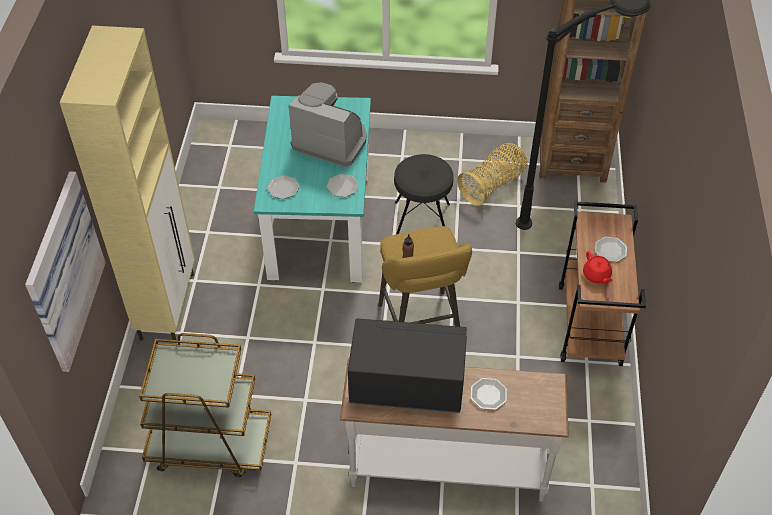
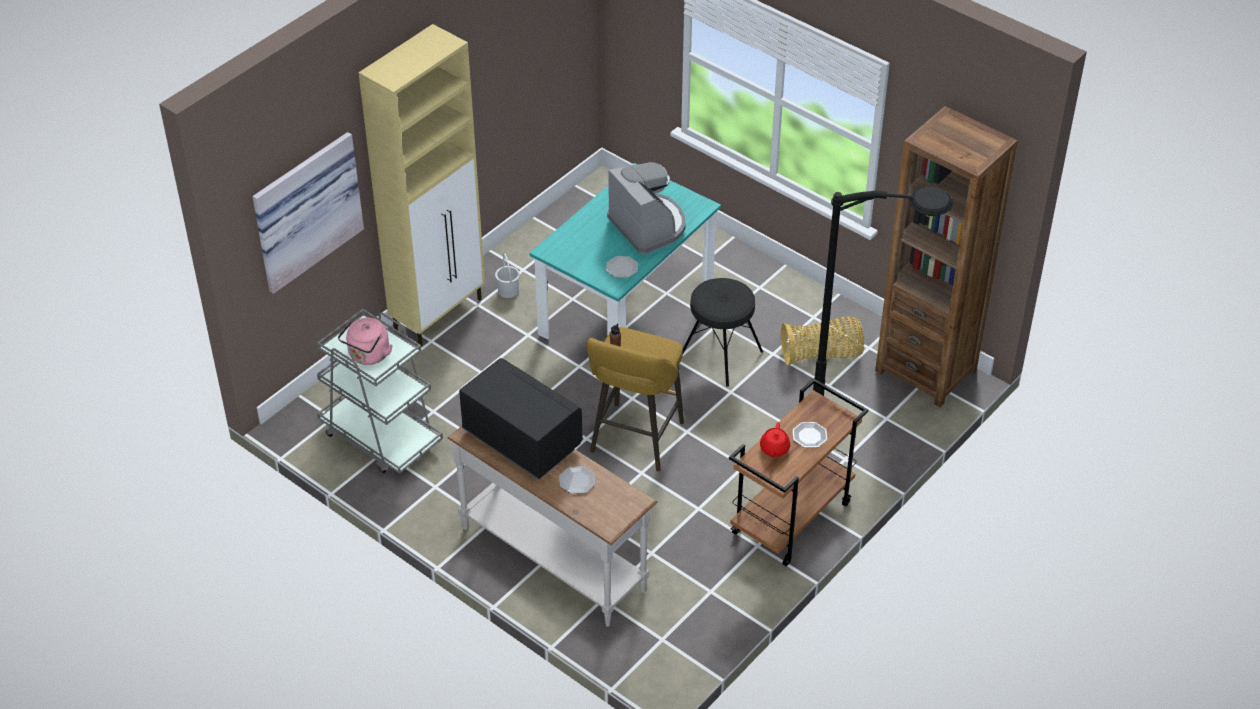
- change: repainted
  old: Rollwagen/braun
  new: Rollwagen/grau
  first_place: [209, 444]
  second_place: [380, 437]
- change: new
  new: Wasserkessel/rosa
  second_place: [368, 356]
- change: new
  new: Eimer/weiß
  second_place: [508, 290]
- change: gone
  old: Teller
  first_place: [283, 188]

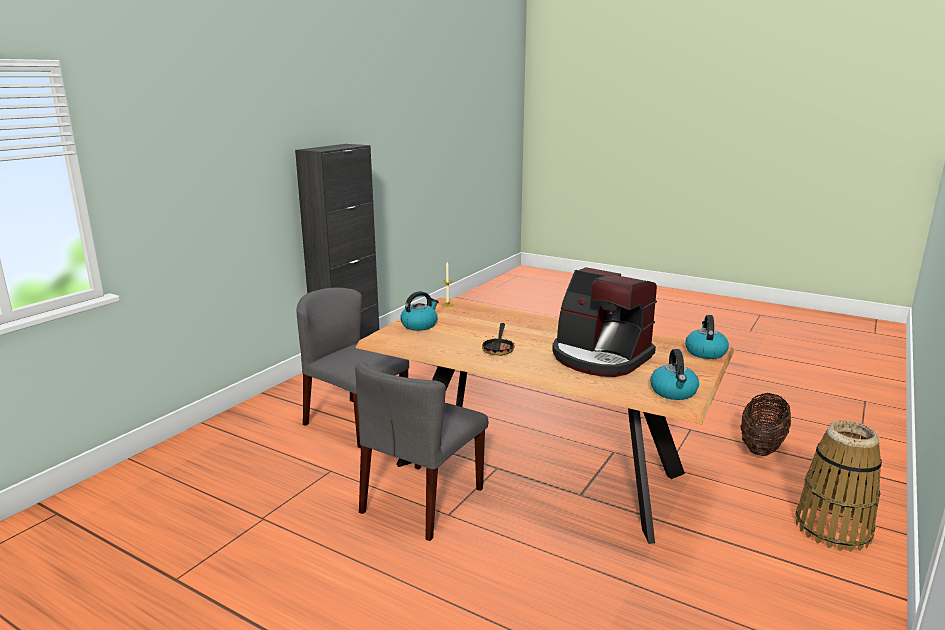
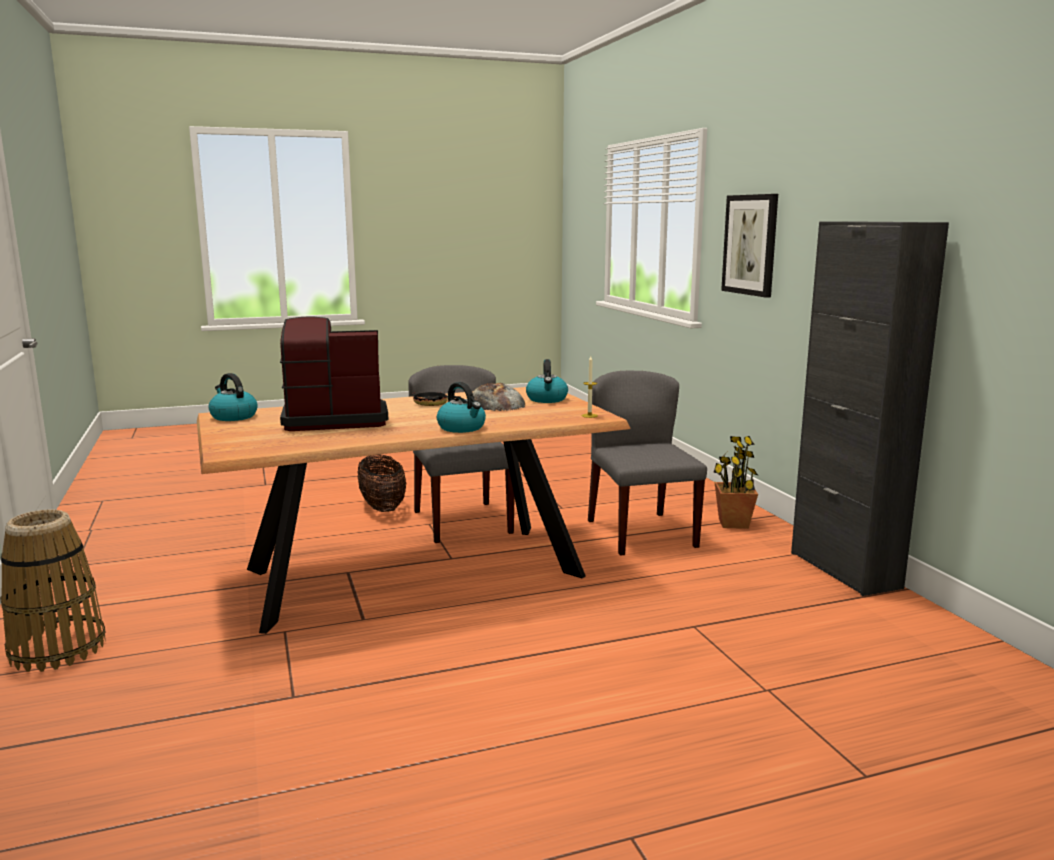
- change: shifted
  old: Korb
  first_place: [761, 447]
  second_place: [382, 507]
- change: shifted
  old: Wasserkessel
  first_place: [705, 352]
  second_place: [462, 428]
- change: new
  new: Brot
  second_place: [495, 403]
- change: rotated
  old: Stuhl/grau
  first_place: [355, 422]
  second_place: [640, 533]
  degrees: -90
- change: new
  new: Topfpflanze
  second_place: [733, 524]
- change: new
  new: Bild
  second_place: [750, 245]

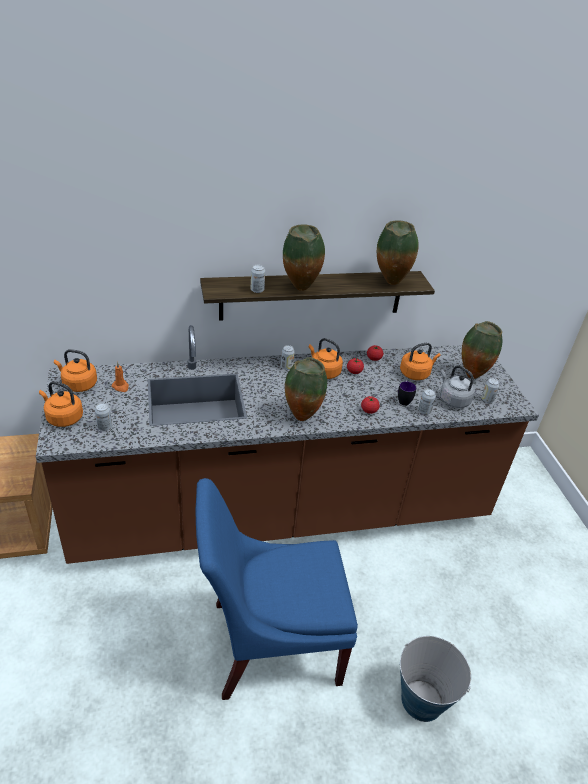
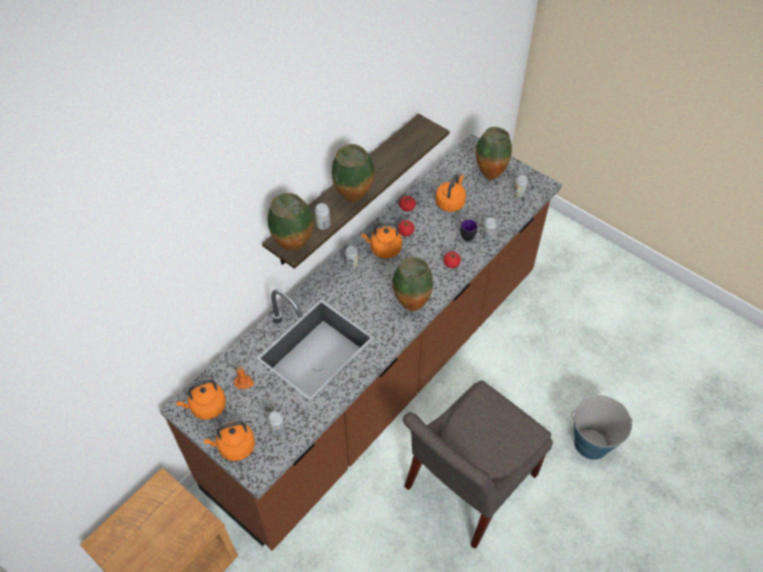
- change: shifted
  old: Vase
  first_place: [391, 283]
  second_place: [295, 249]
- change: repainted
  old: Stuhl/blau
  new: Stuhl/grau
  first_place: [268, 642]
  second_place: [466, 484]
- change: gone
  old: Wasserkessel/grau
  first_place: [452, 400]

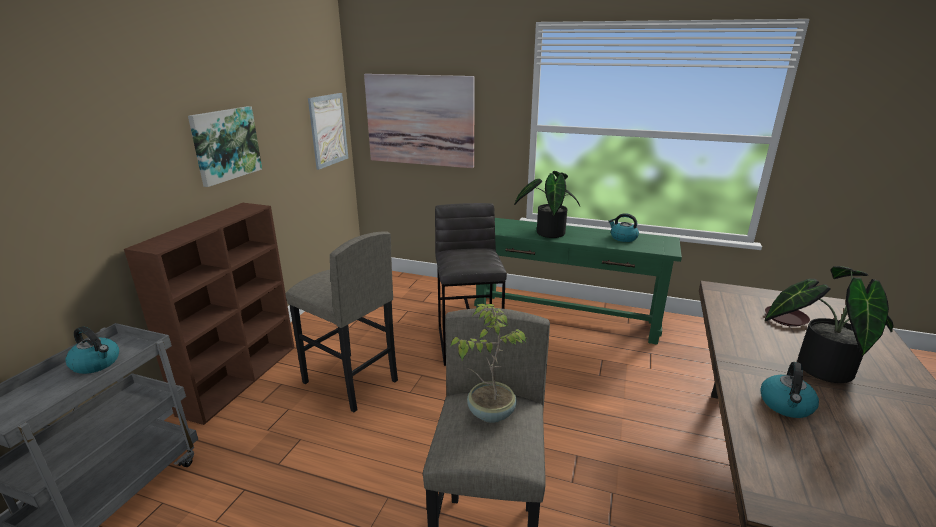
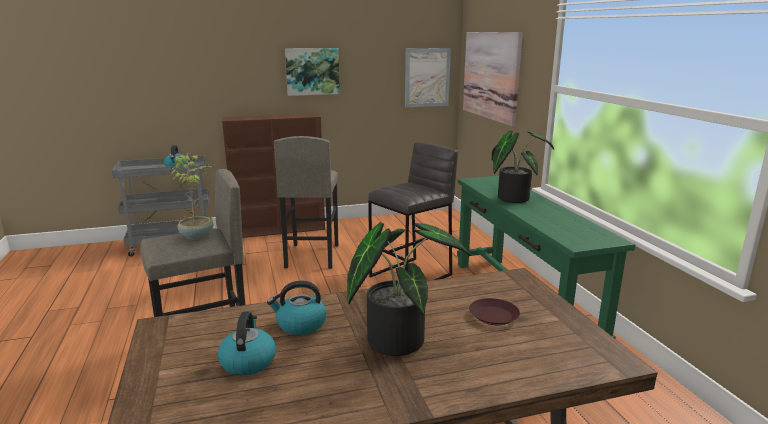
- change: shifted
  old: Wasserkessel
  first_place: [623, 238]
  second_place: [248, 361]

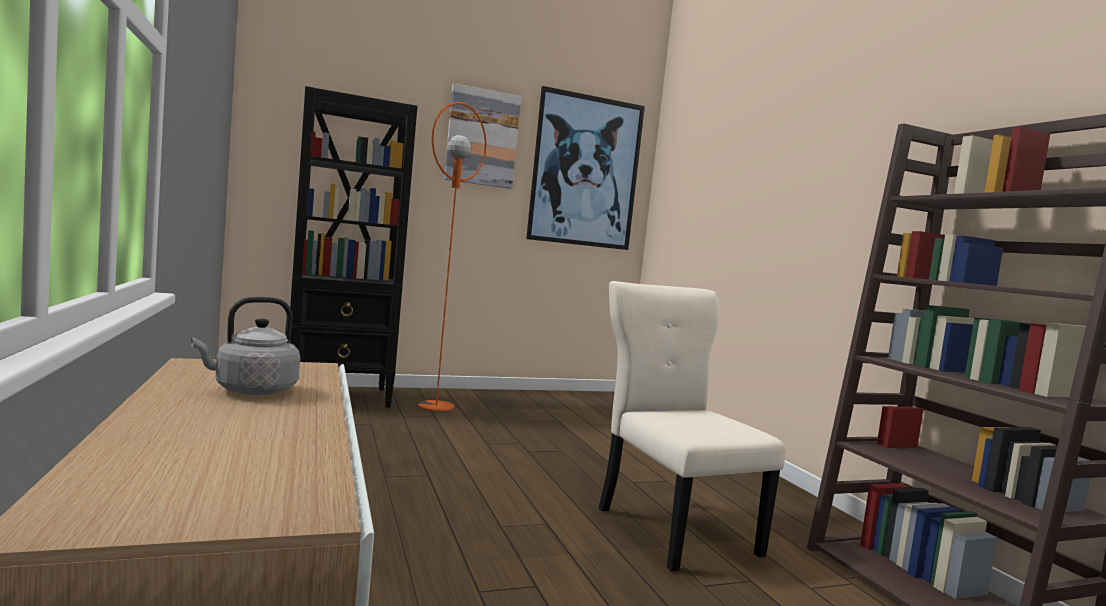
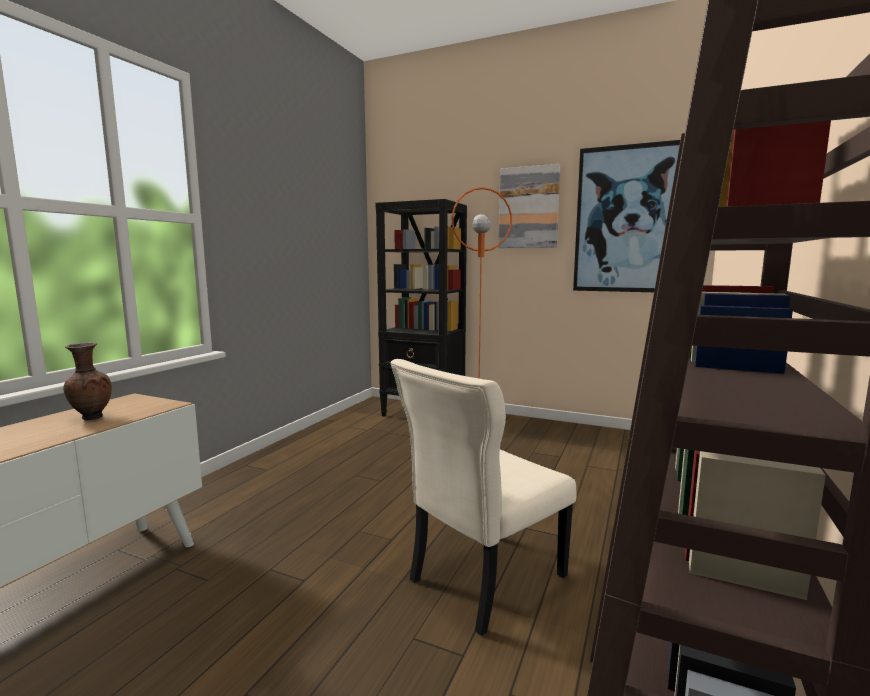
- change: swapped
  old: Wasserkessel/grau
  new: Vase/braun
  first_place: [251, 391]
  second_place: [91, 418]
- change: rotated
  old: Stuhl/beige
  first_place: [673, 528]
  second_place: [482, 580]
  degrees: -150

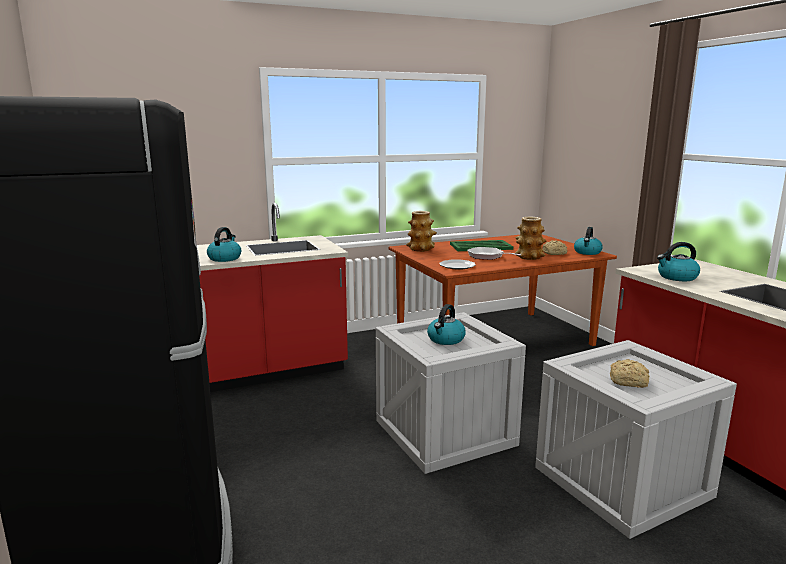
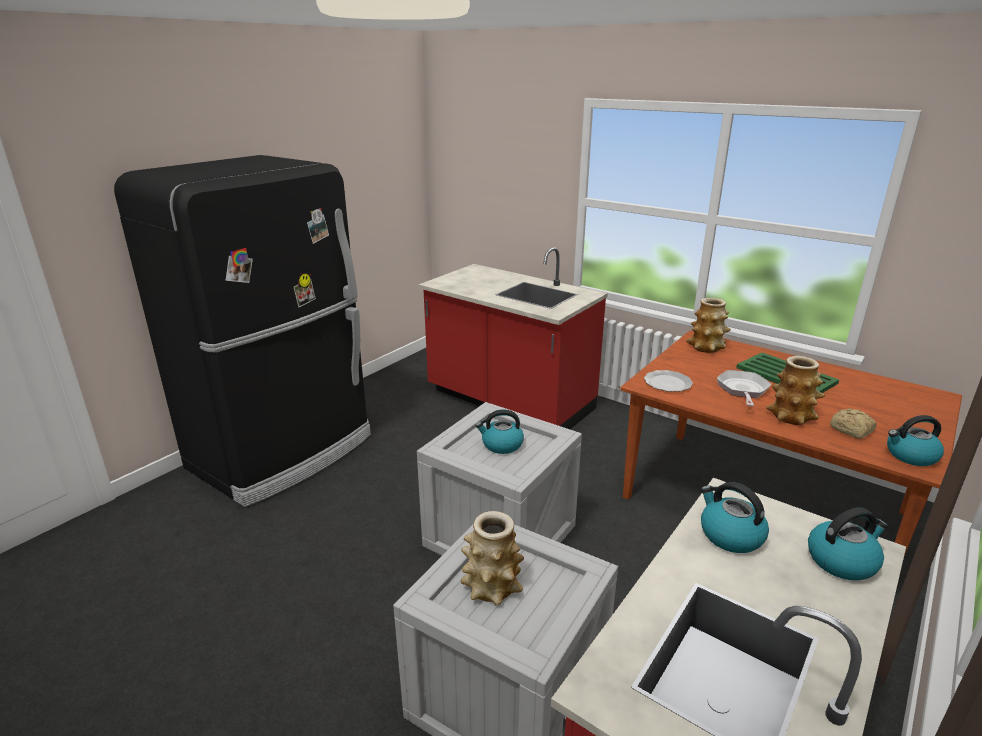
- change: swapped
  old: Brot
  new: Vase
  first_place: [629, 381]
  second_place: [491, 587]
- change: shifted
  old: Wasserkessel
  first_place: [225, 258]
  second_place: [842, 560]

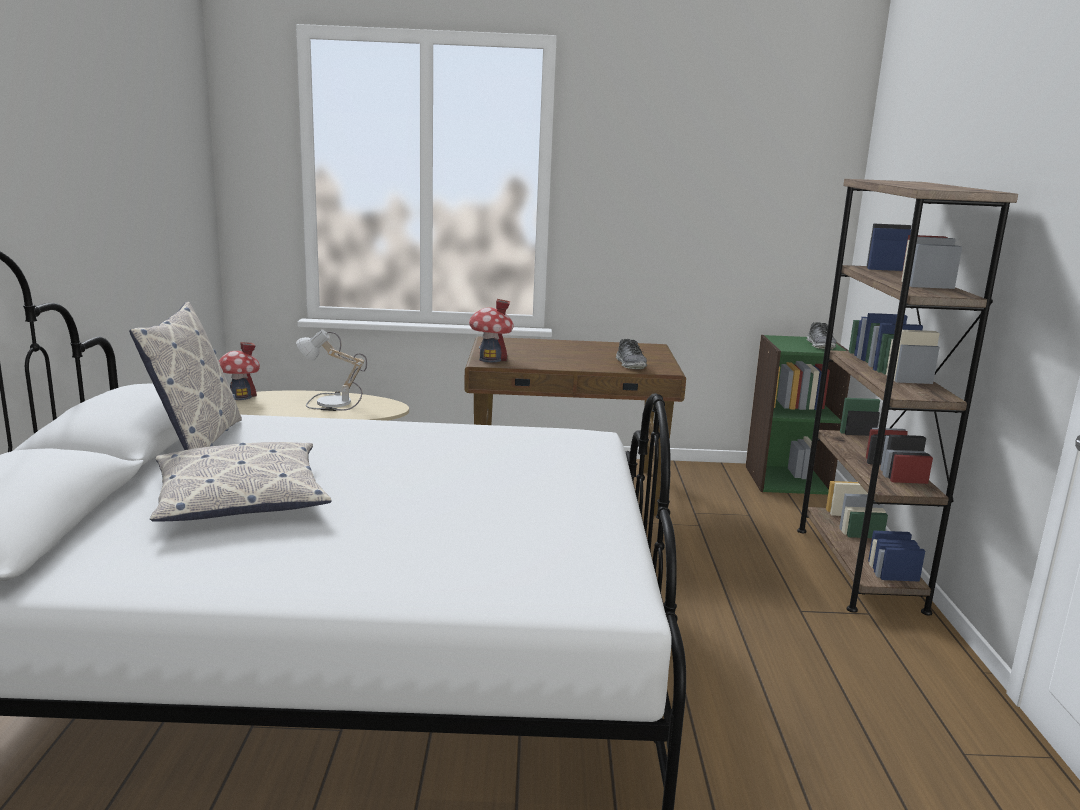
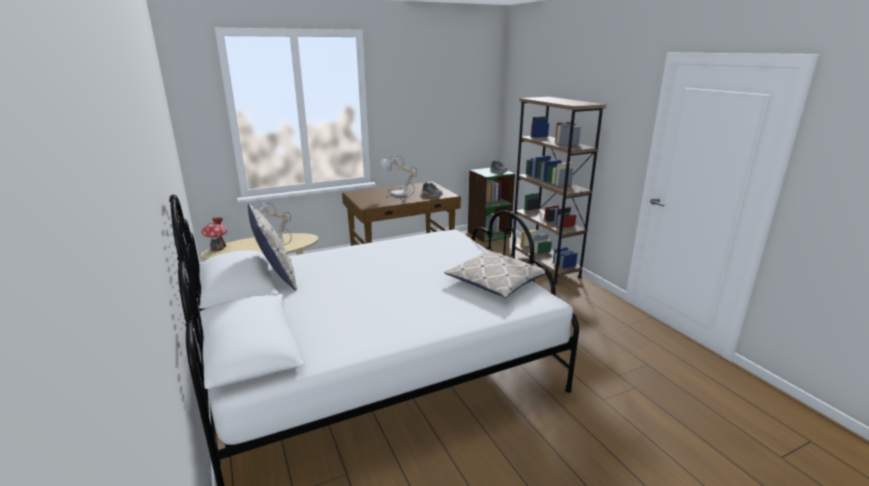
- change: new
  new: Tischlampe
  second_place: [398, 193]
- change: shifted
  old: Kissen
  first_place: [241, 498]
  second_place: [496, 281]
- change: gone
  old: Spielzeughaus
  first_place: [490, 359]

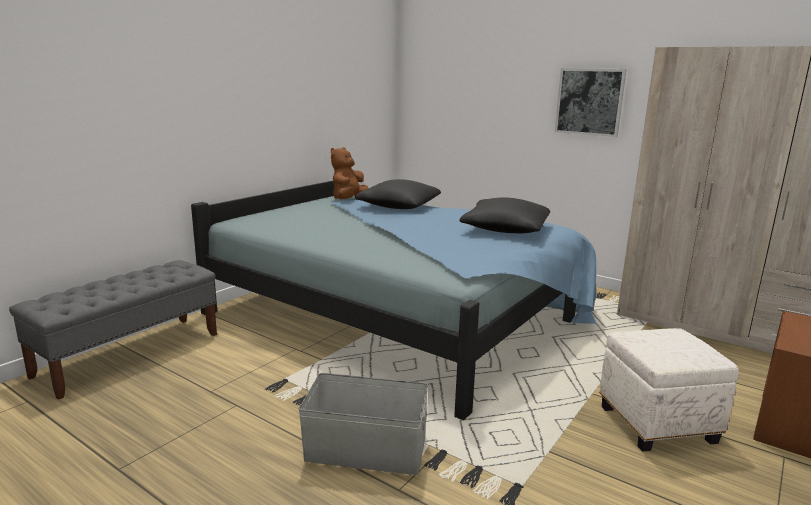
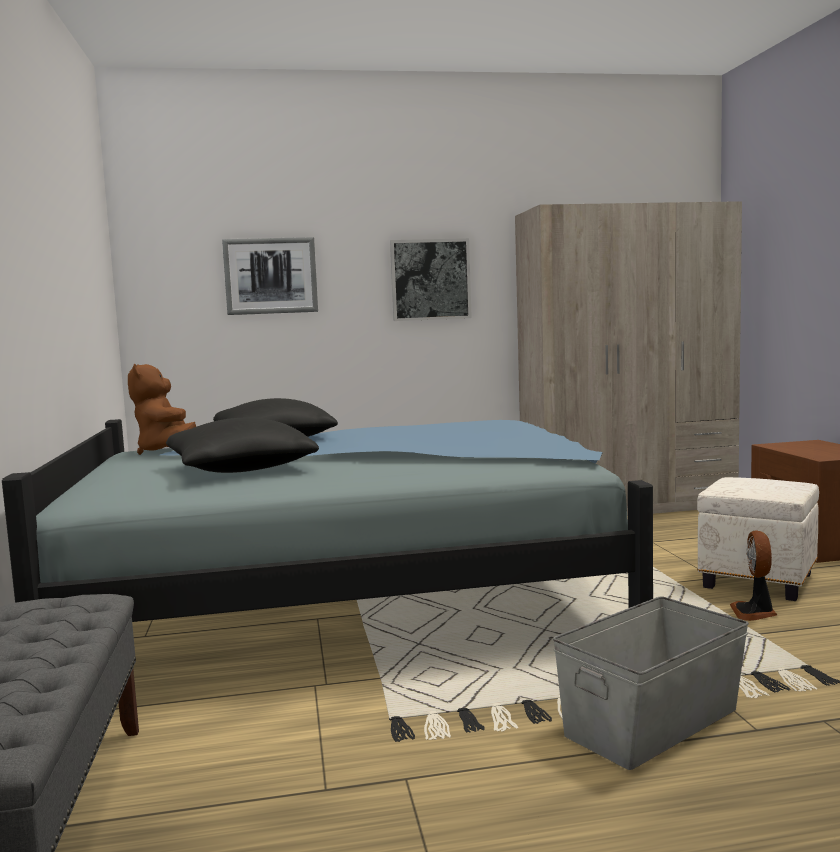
- change: shifted
  old: Kissen/schwarz
  first_place: [505, 229]
  second_place: [240, 469]
- change: new
  new: Bild
  second_place: [270, 276]
- change: new
  new: Ventilator
  second_place: [754, 612]

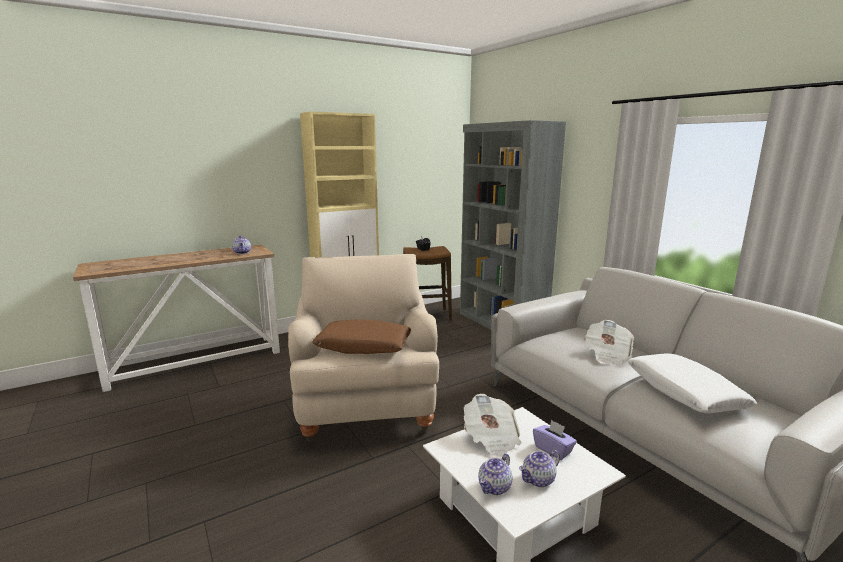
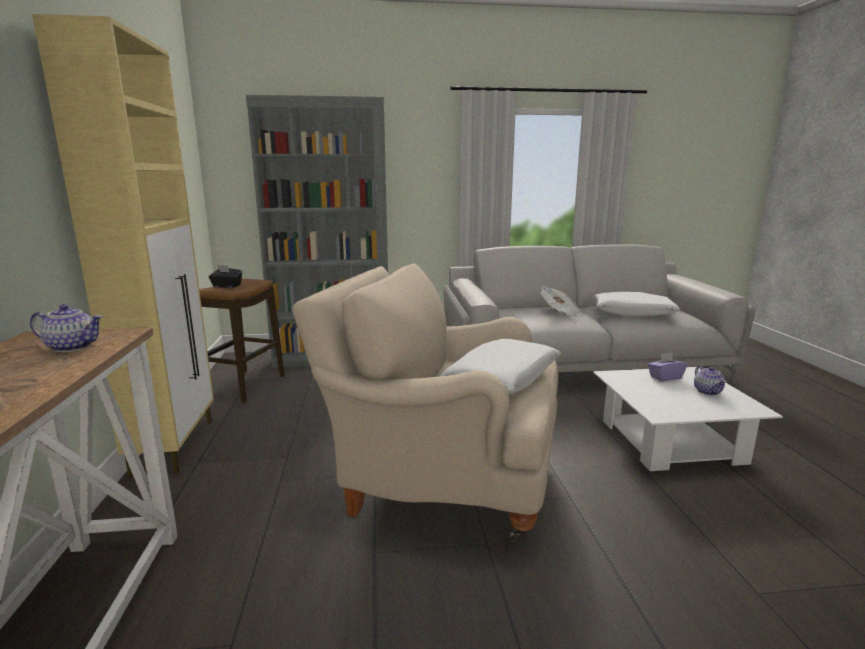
- change: repainted
  old: Kissen/braun
  new: Kissen/weiß
  first_place: [364, 346]
  second_place: [503, 379]
- change: gone
  old: Zeitung
  first_place: [491, 439]
- change: gone
  old: Teekanne
  first_place: [495, 487]

